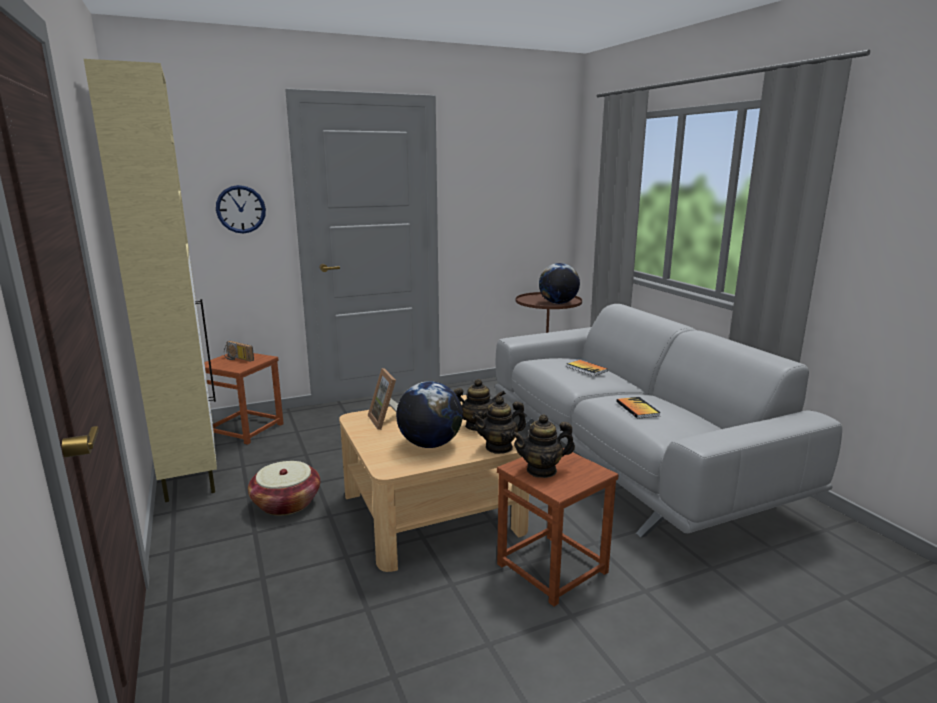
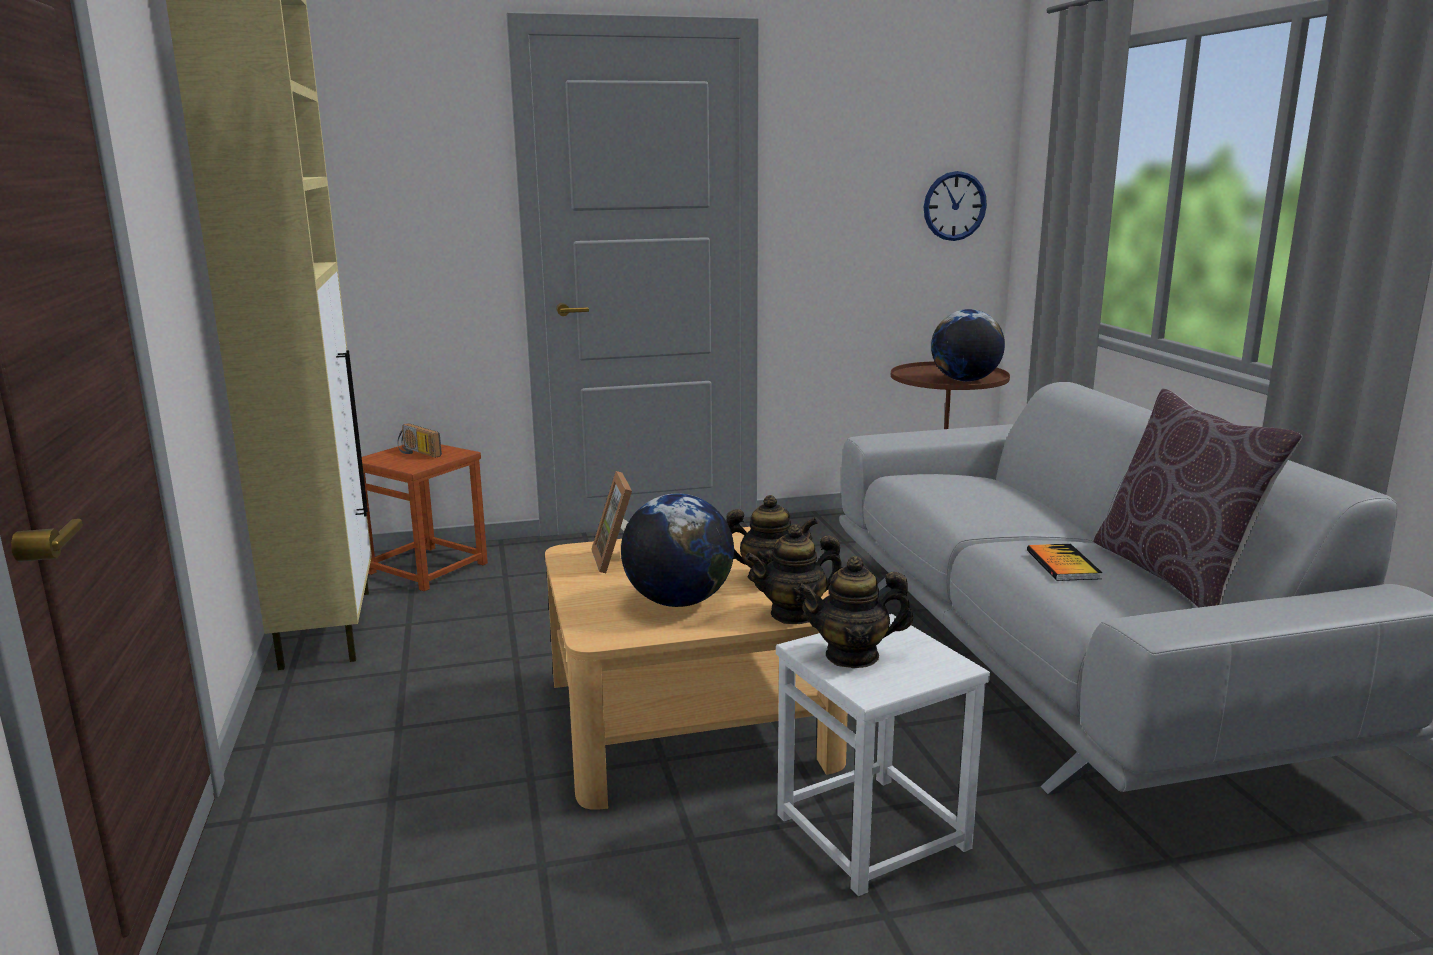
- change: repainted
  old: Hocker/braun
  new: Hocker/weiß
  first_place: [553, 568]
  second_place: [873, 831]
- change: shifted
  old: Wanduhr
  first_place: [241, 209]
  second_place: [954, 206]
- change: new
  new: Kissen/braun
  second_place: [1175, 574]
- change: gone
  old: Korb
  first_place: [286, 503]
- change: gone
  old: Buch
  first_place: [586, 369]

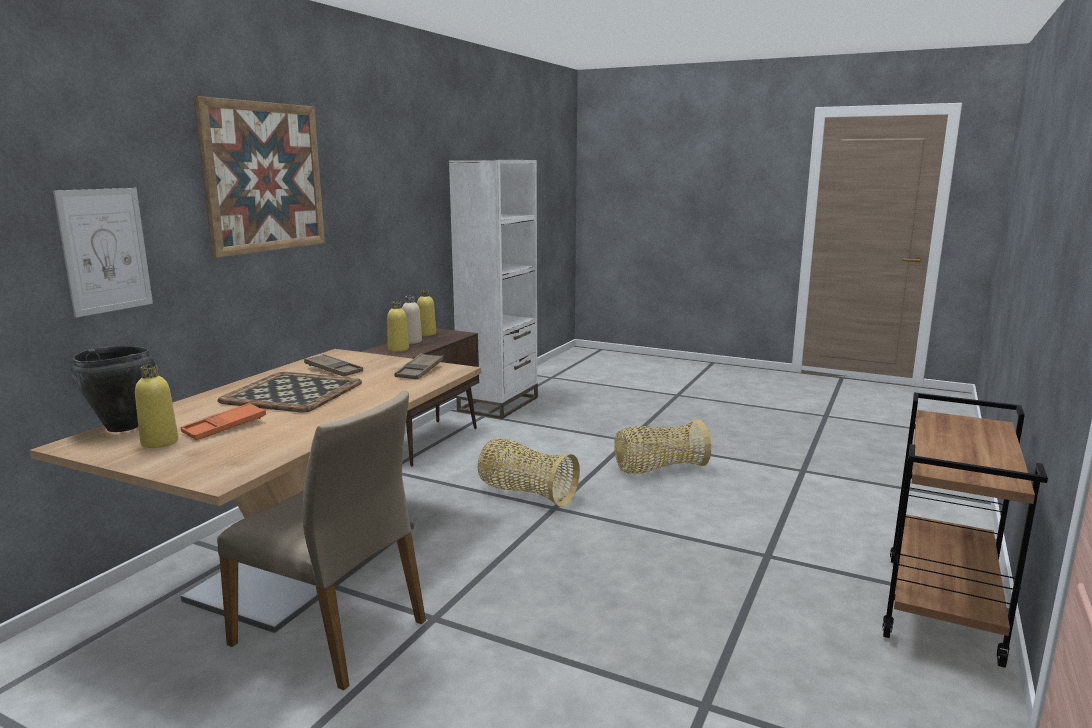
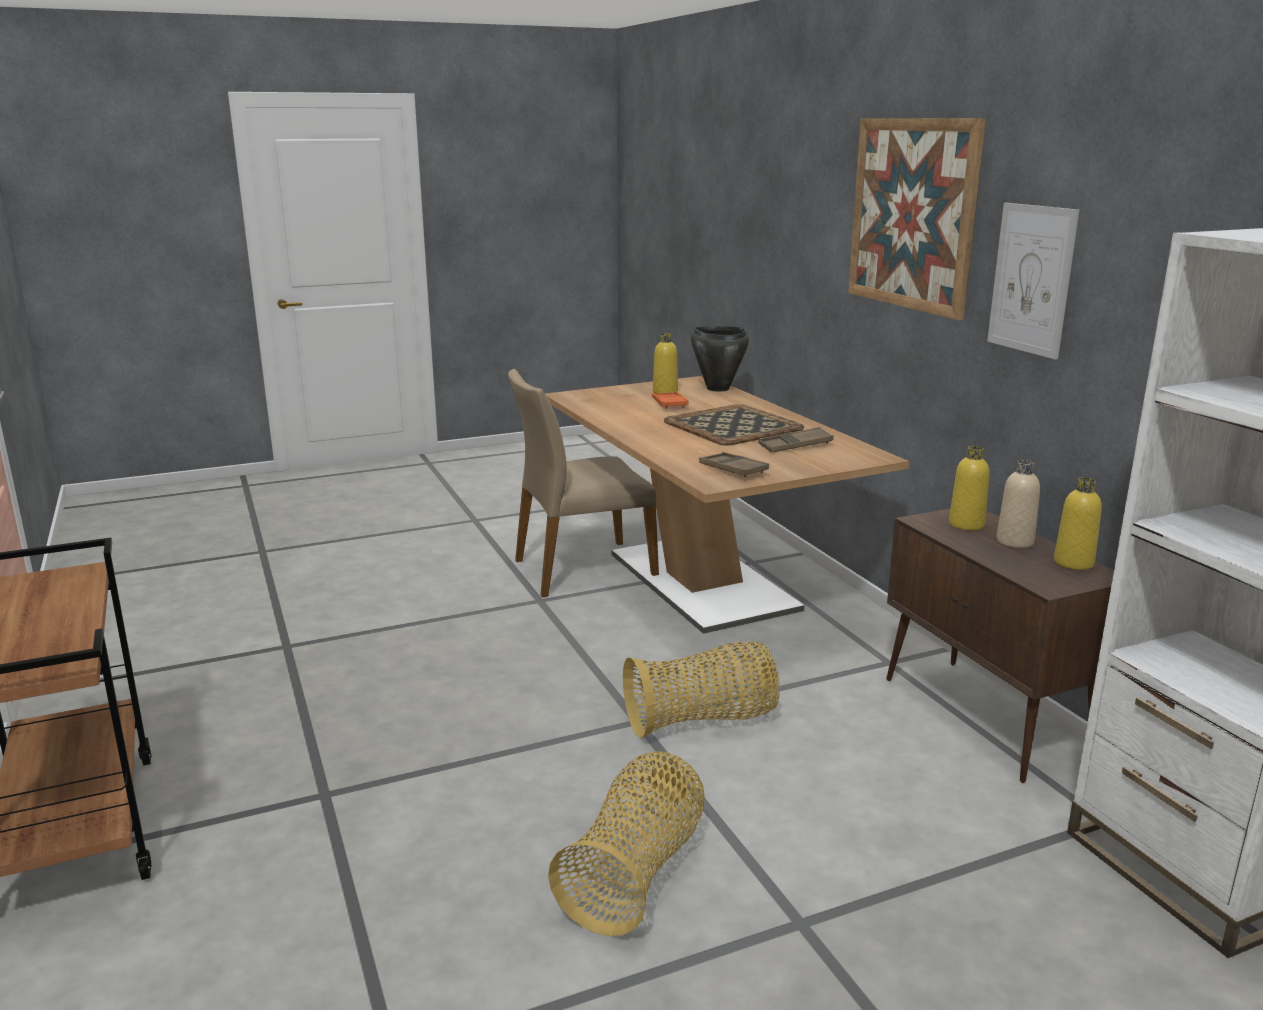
- change: shifted
  old: Bild
  first_place: [105, 250]
  second_place: [1031, 279]

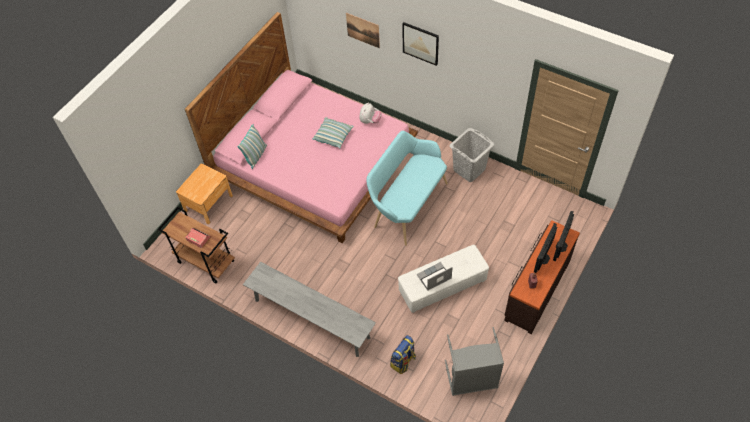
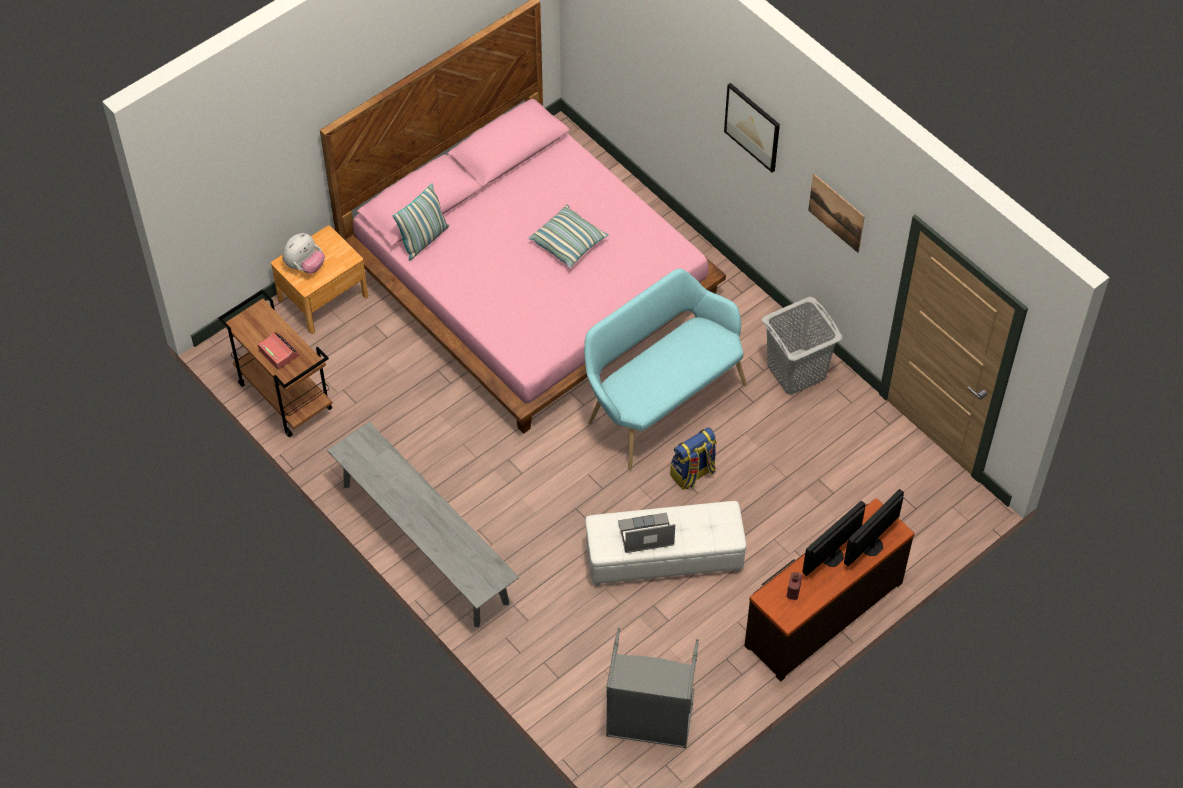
- change: shifted
  old: Plüschtier
  first_place: [370, 121]
  second_place: [305, 266]
- change: shifted
  old: Rucksack
  first_place: [403, 362]
  second_place: [693, 474]
- change: shifted
  old: Bild
  first_place: [363, 30]
  second_place: [836, 213]

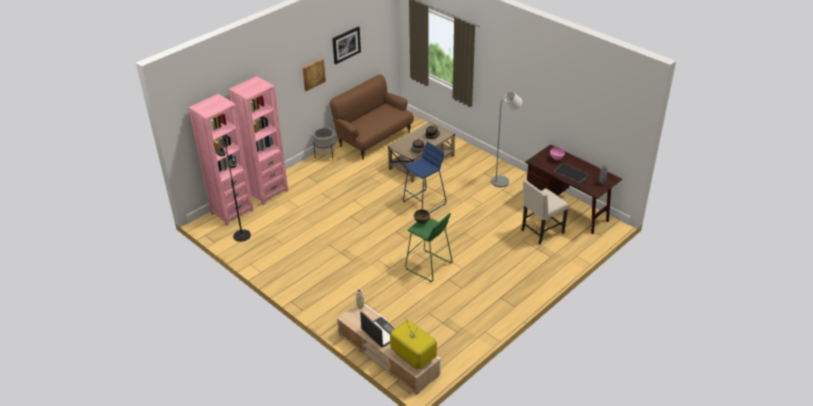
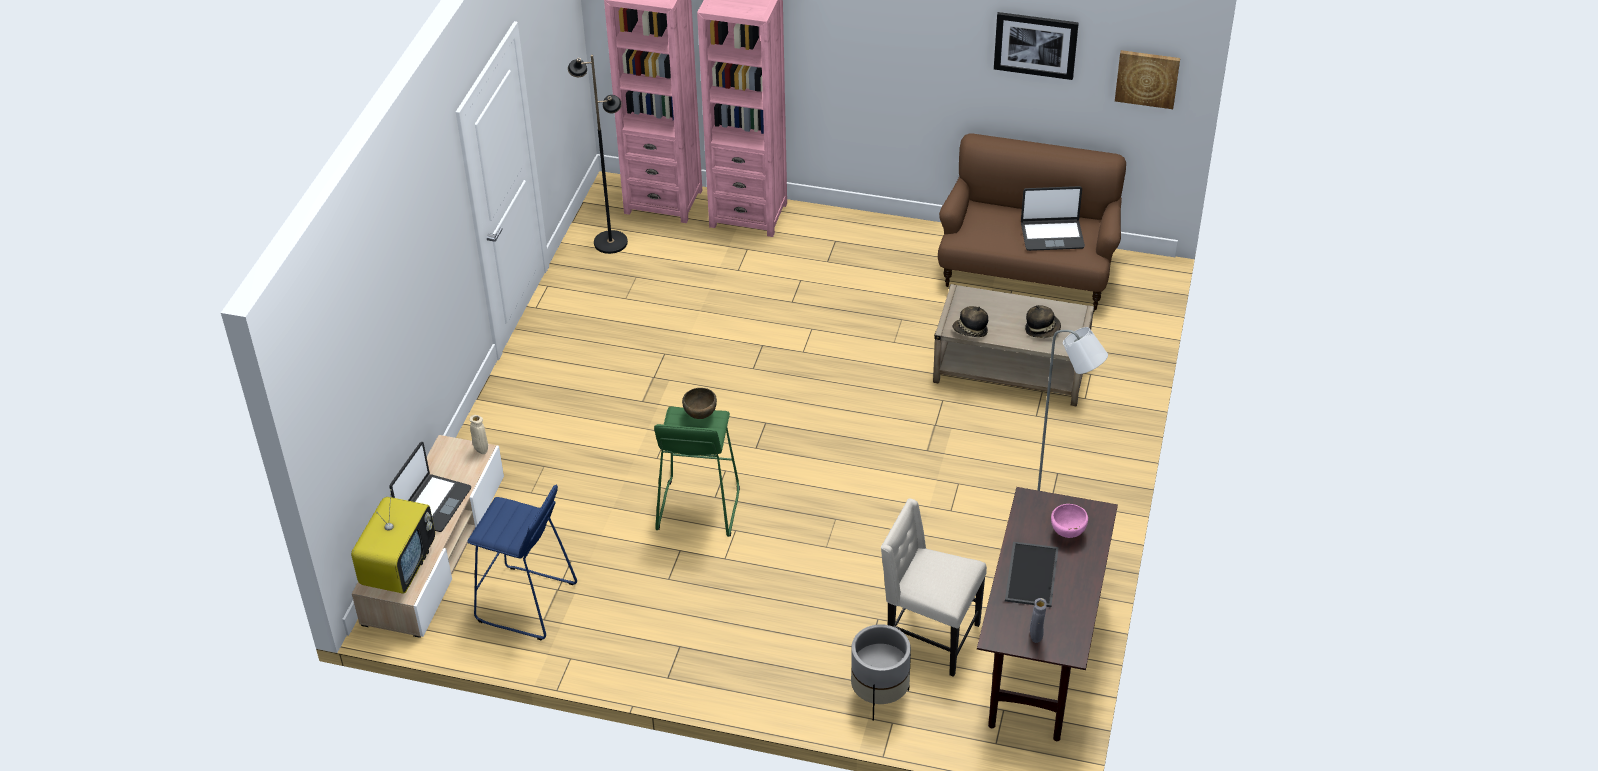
- change: shifted
  old: Hocker/blau
  first_place: [424, 203]
  second_place: [526, 603]
- change: shifted
  old: Pflanzkübel/grau
  first_place: [325, 156]
  second_place: [880, 696]
- change: new
  new: Laptop
  second_place: [1052, 235]
- change: shifted
  old: Bild
  first_place: [313, 74]
  second_place: [1147, 78]

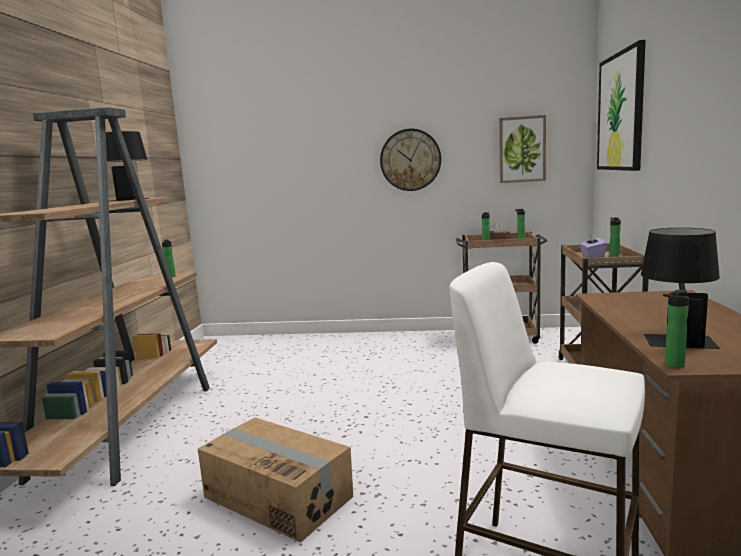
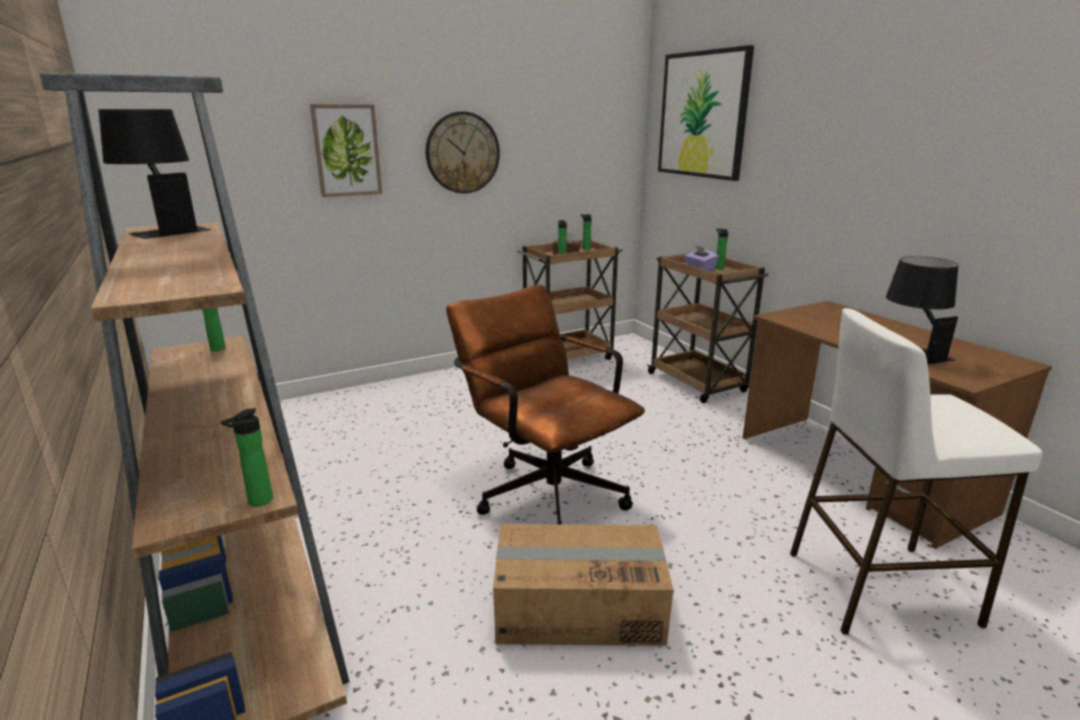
- change: shifted
  old: Flasche
  first_place: [672, 365]
  second_place: [257, 502]
- change: shifted
  old: Bild
  first_place: [522, 149]
  second_place: [347, 150]
- change: new
  new: Bürostuhl/braun
  second_place: [544, 491]

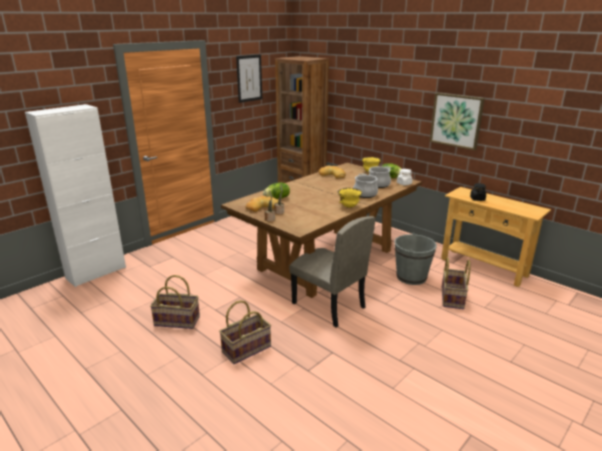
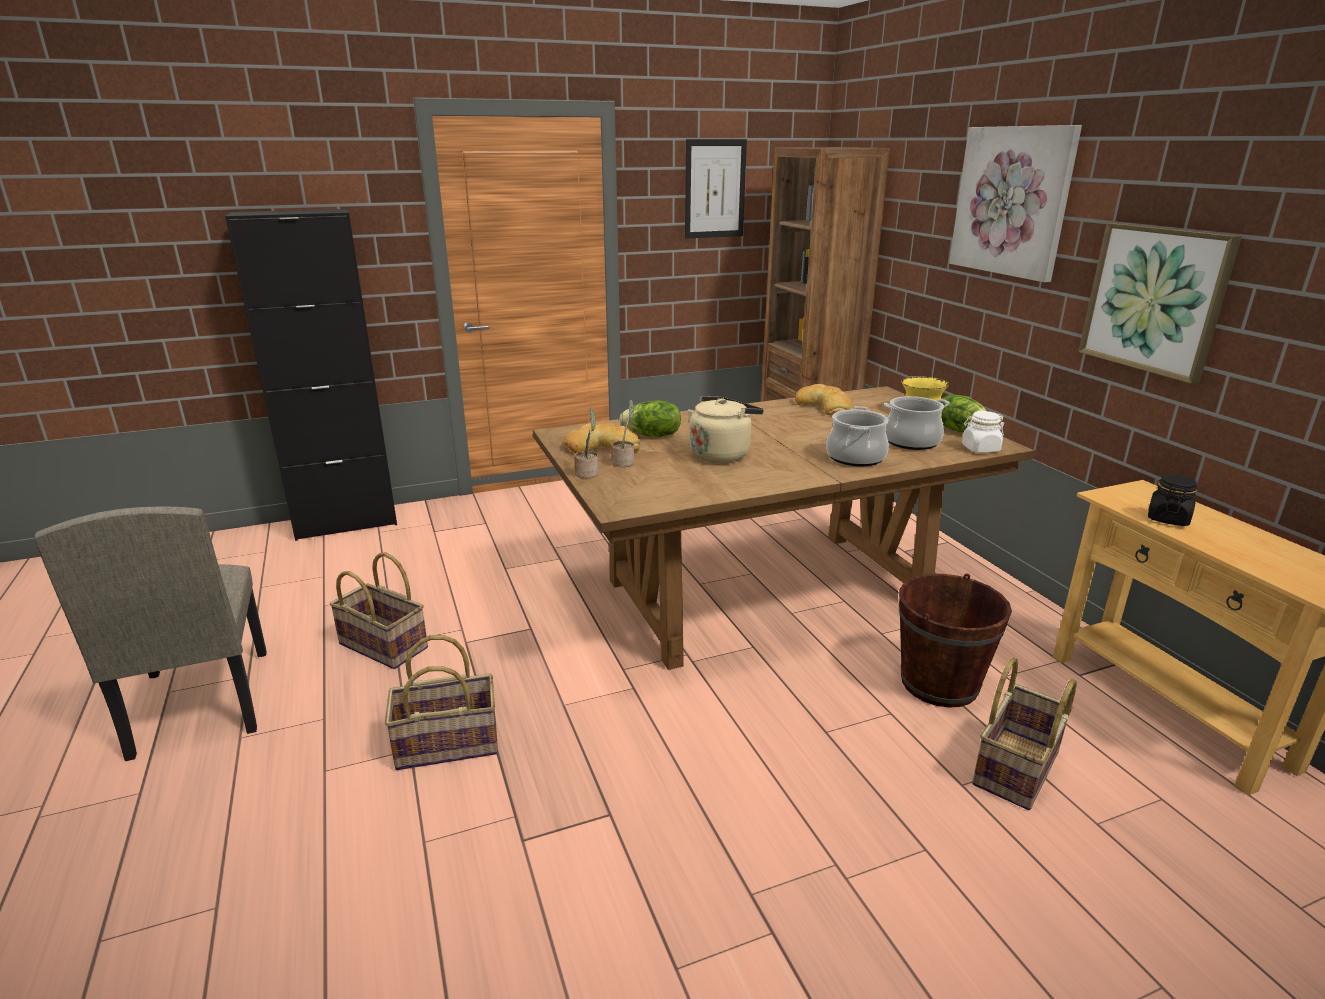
- change: shifted
  old: Stuhl/beige
  first_place: [328, 305]
  second_place: [200, 702]
- change: repainted
  old: Schrank/weiß
  new: Schrank/schwarz
  first_place: [96, 273]
  second_place: [346, 524]
- change: new
  new: Wasserkessel/beige
  second_place: [721, 454]
- change: repainted
  old: Eimer/grau
  new: Eimer/braun
  first_place: [411, 277]
  second_place: [939, 683]
- change: new
  new: Bild
  second_place: [1012, 201]
- change: gone
  old: Schüssel/gelb
  first_place: [349, 206]

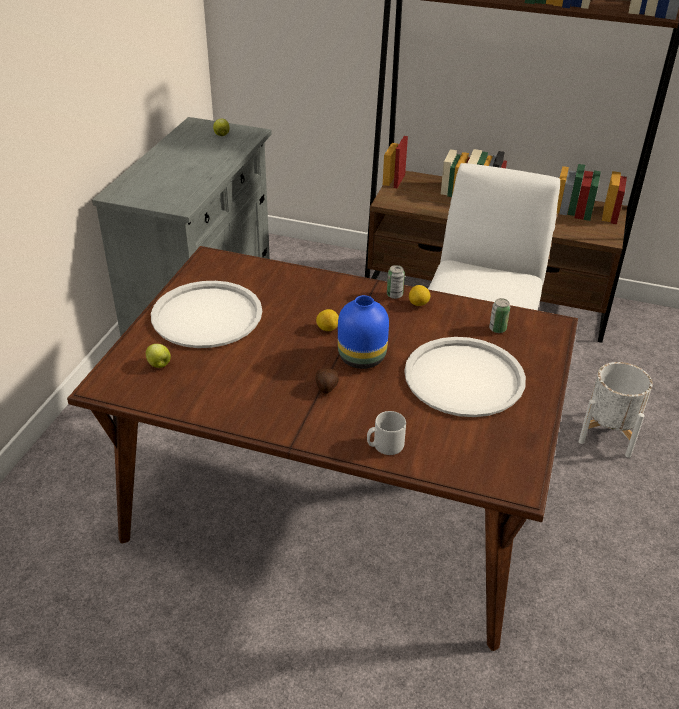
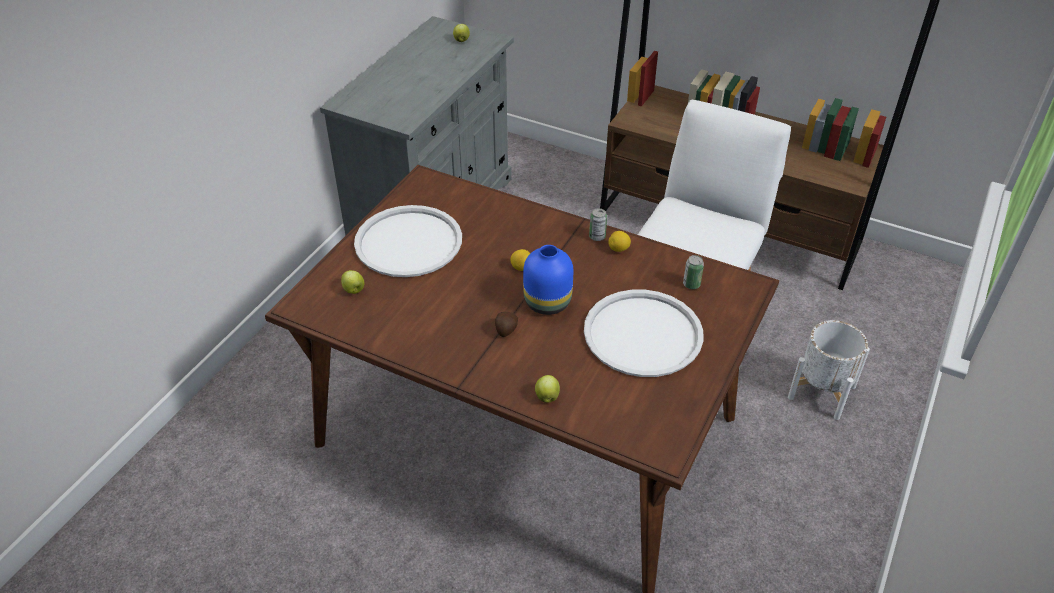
- change: swapped
  old: Henkelbecher/grau
  new: Apfel
  first_place: [384, 446]
  second_place: [547, 396]

